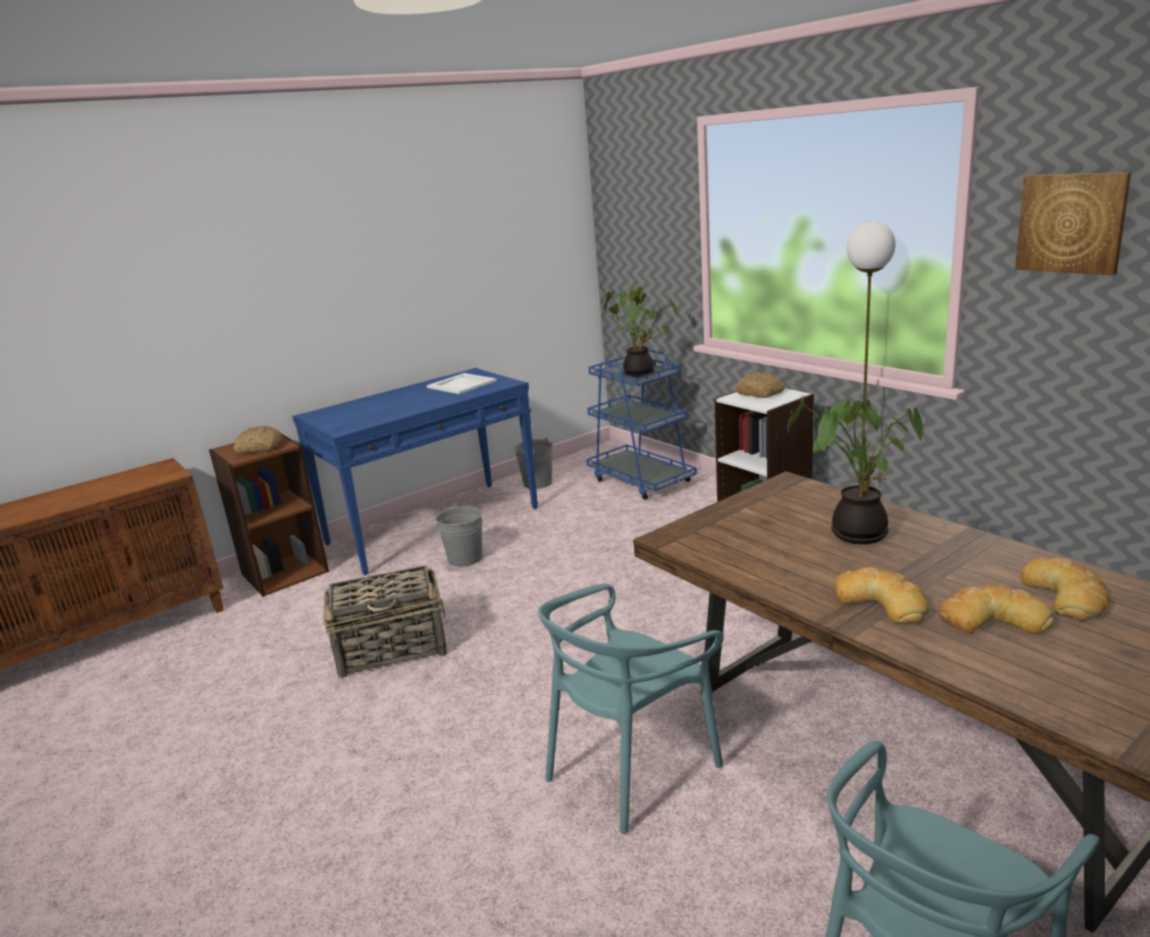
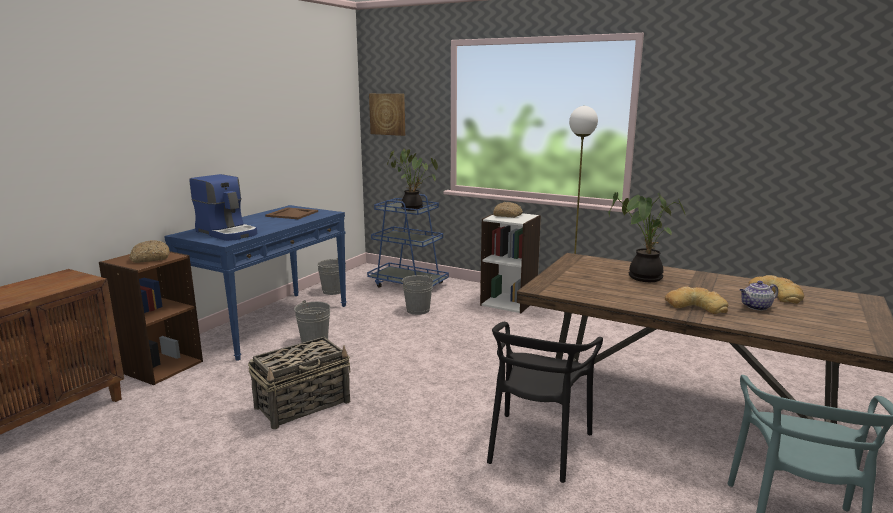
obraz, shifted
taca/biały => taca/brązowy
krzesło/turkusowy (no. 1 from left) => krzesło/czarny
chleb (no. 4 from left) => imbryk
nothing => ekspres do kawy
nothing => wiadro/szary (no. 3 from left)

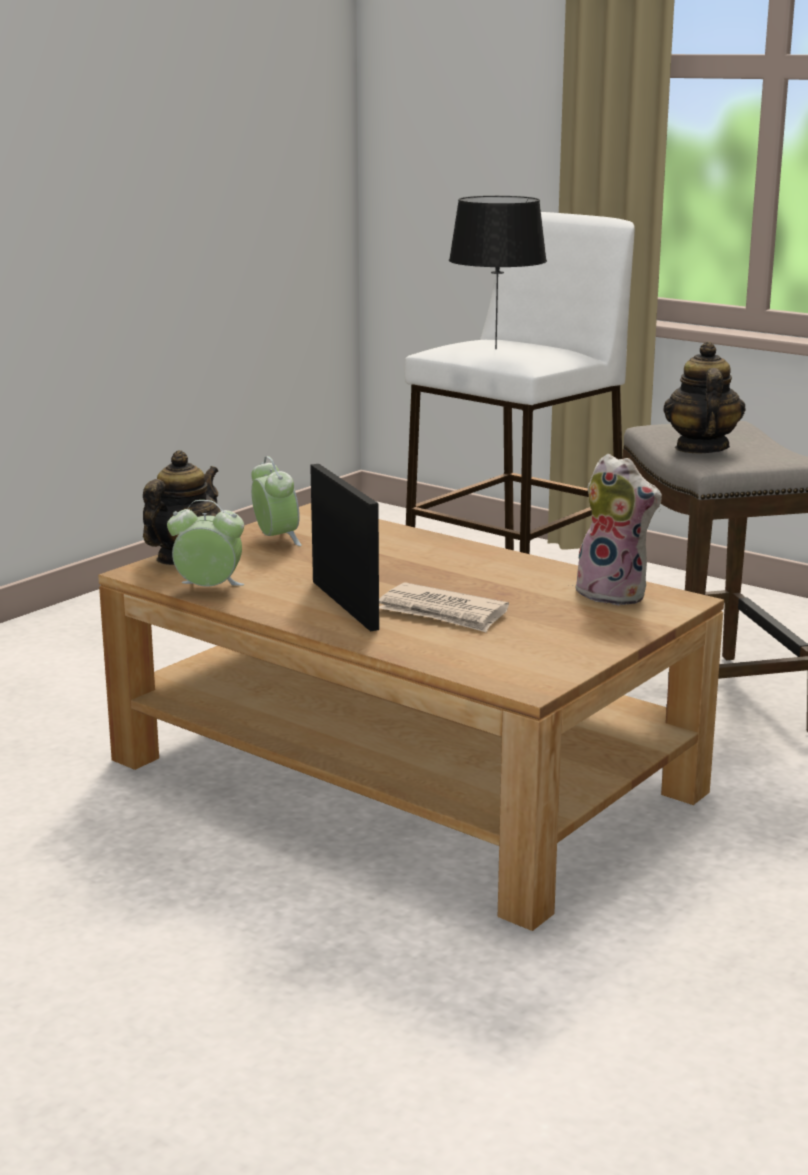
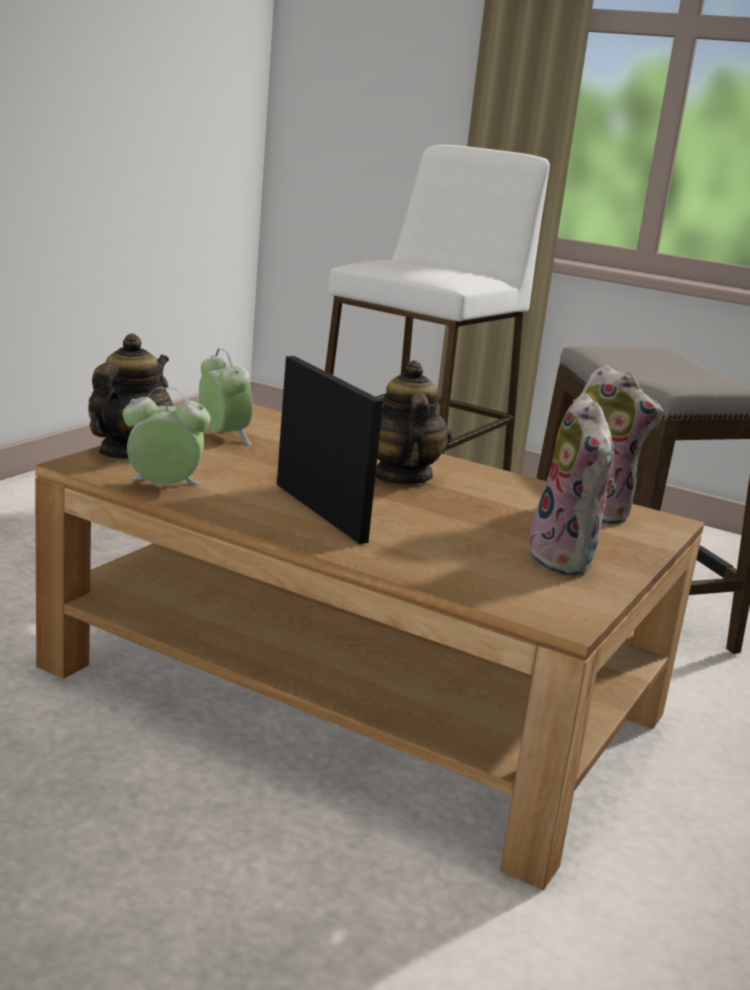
lampa stołowa/czarny => nothing
imbryk (no. 2 from left), shifted
gazeta => nothing
nothing => pluszak (no. 1 from left)

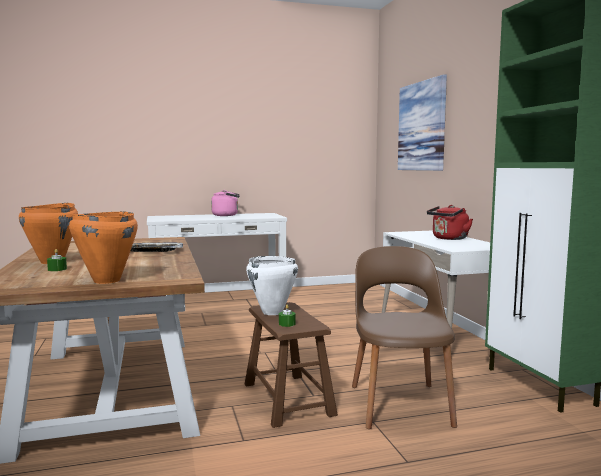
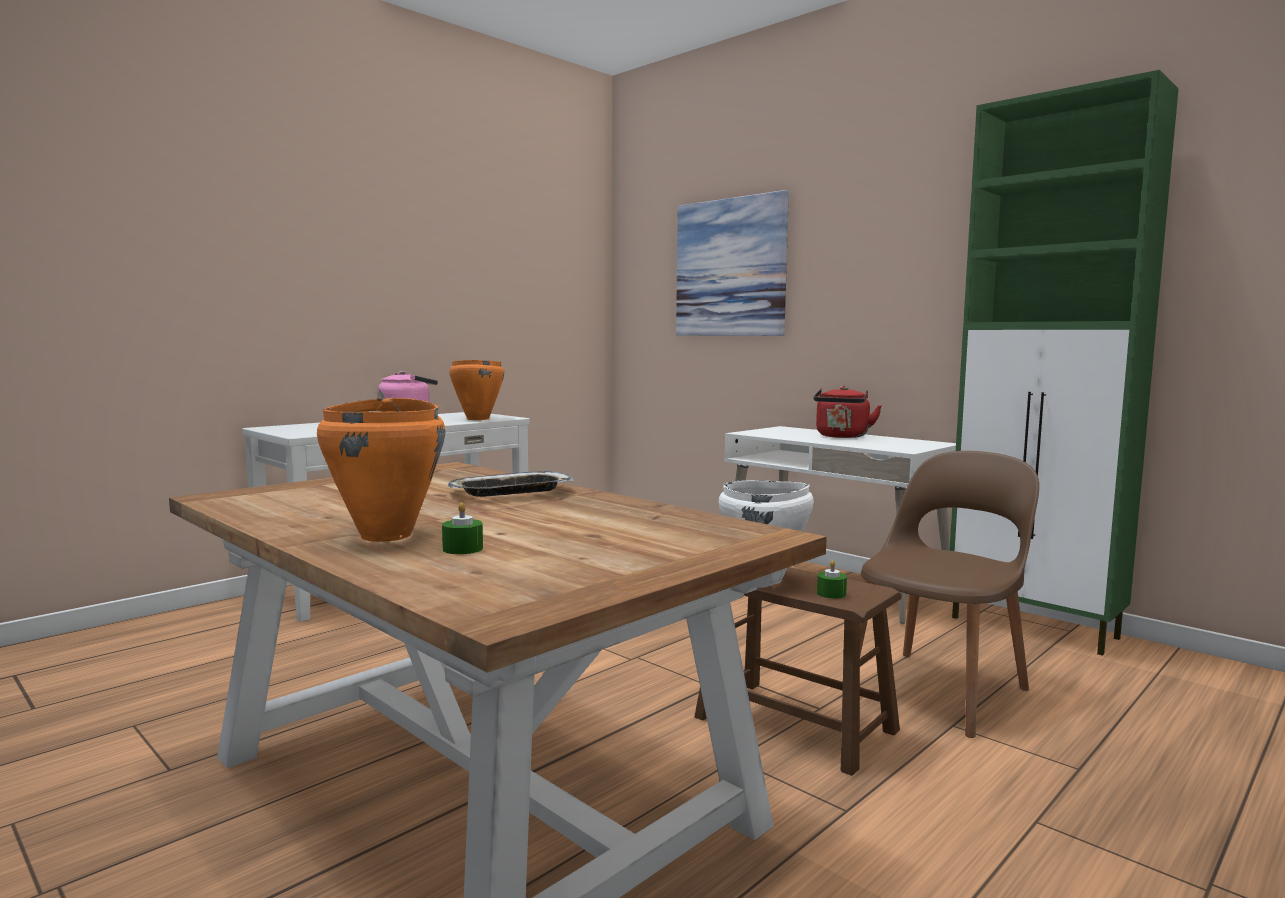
garnek/pomarańczowy (no. 2 from left), shifted
krzesło/brązowy, 75 degrees clockwise

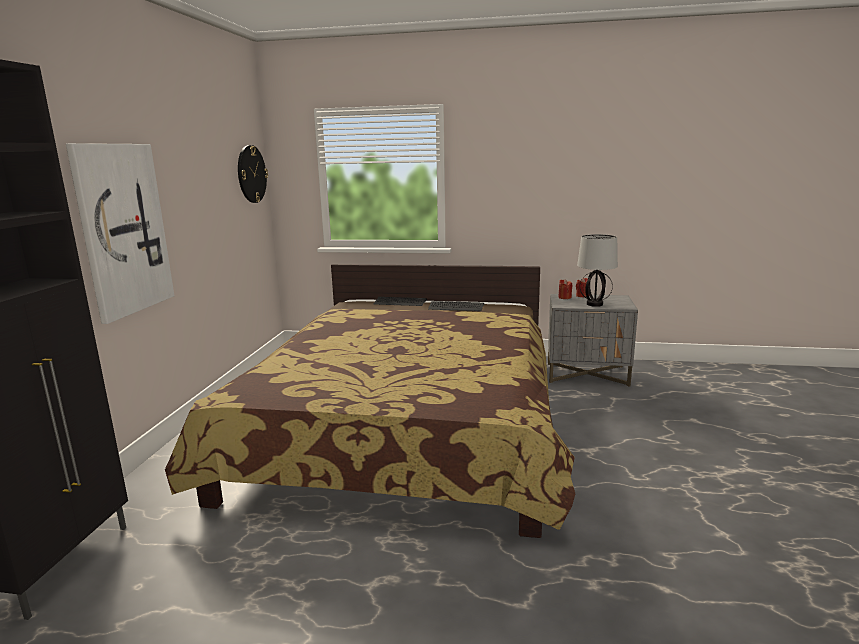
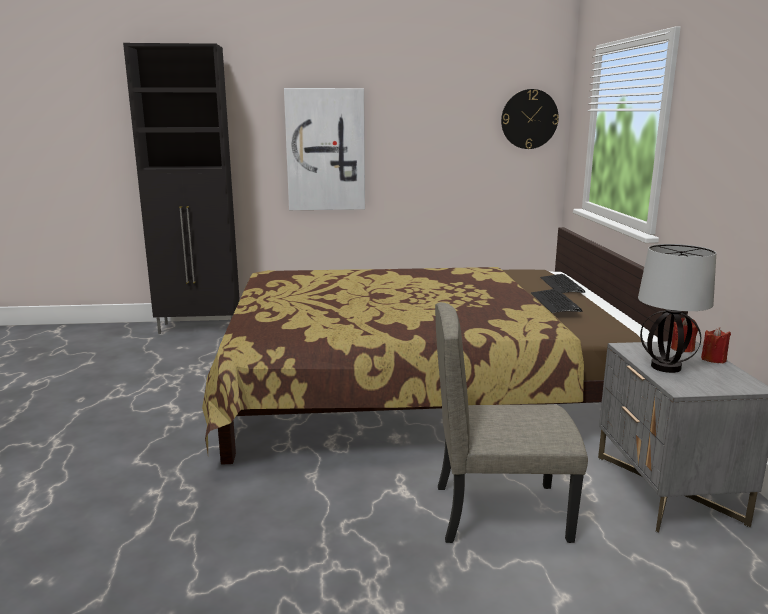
nothing => krzesło/beżowy

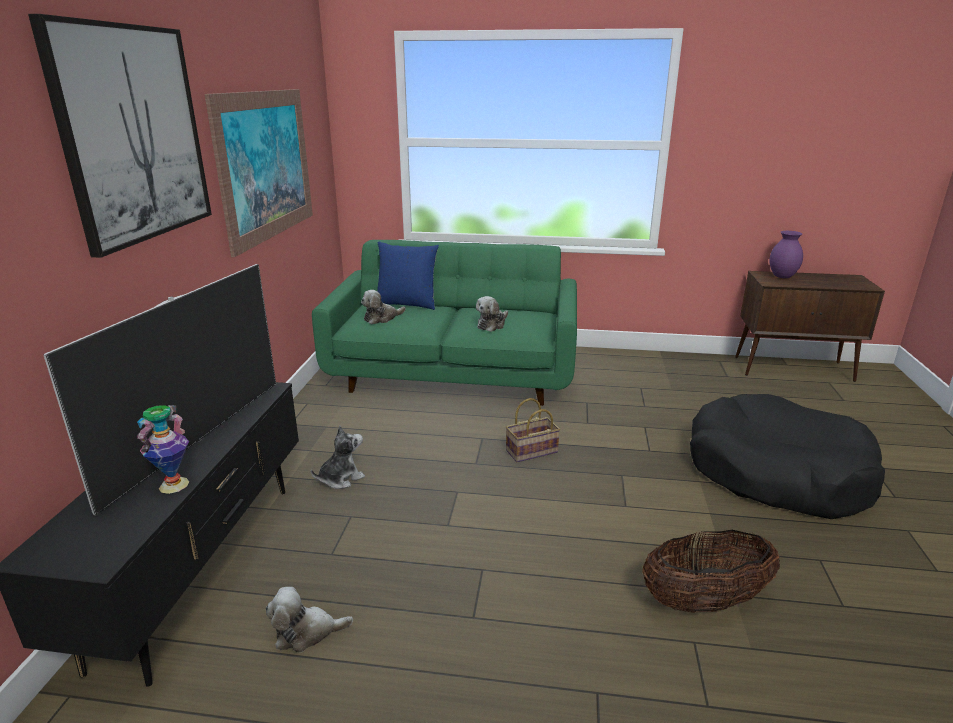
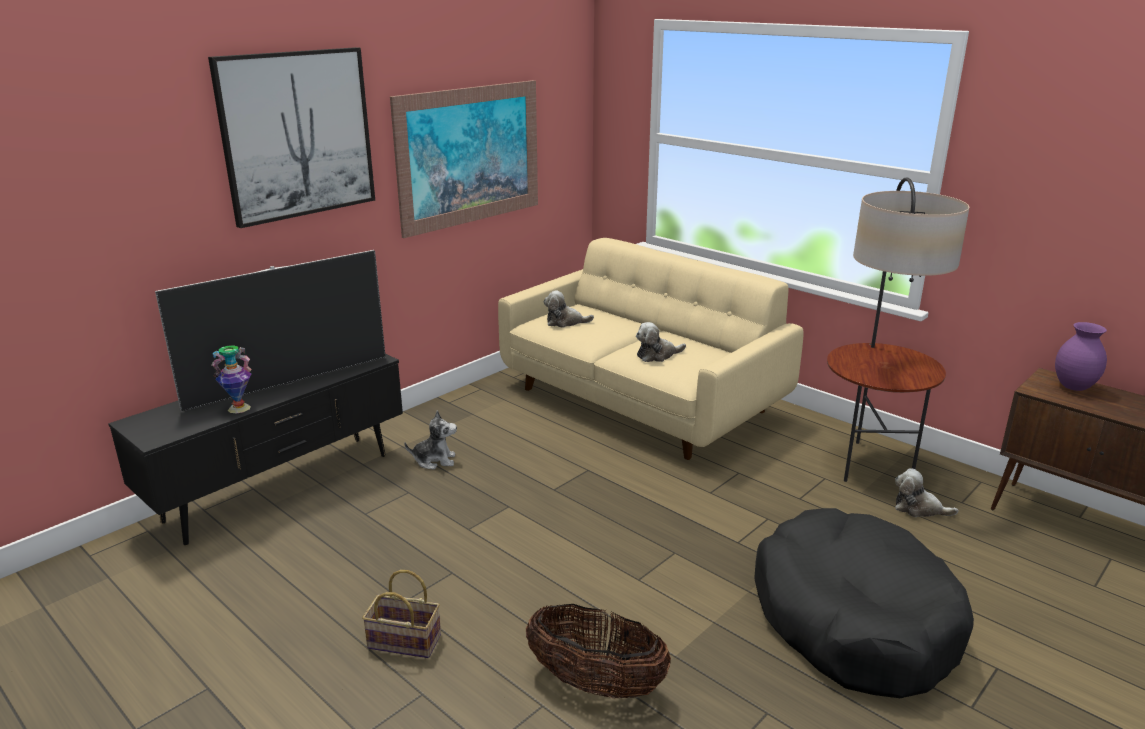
kanapa/zielony => kanapa/beżowy
poduszka/niebieski => nothing
koszyk (no. 1 from left), shifted
pluszak (no. 1 from left in the first image) => pluszak (no. 4 from left), shifted
nothing => lampa stojąca

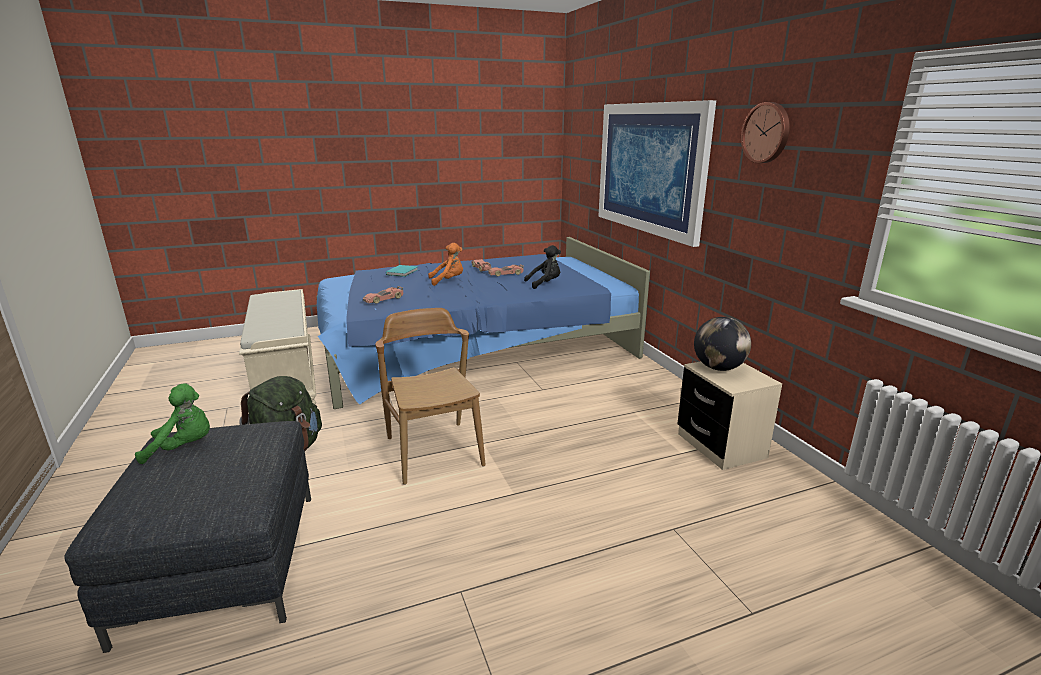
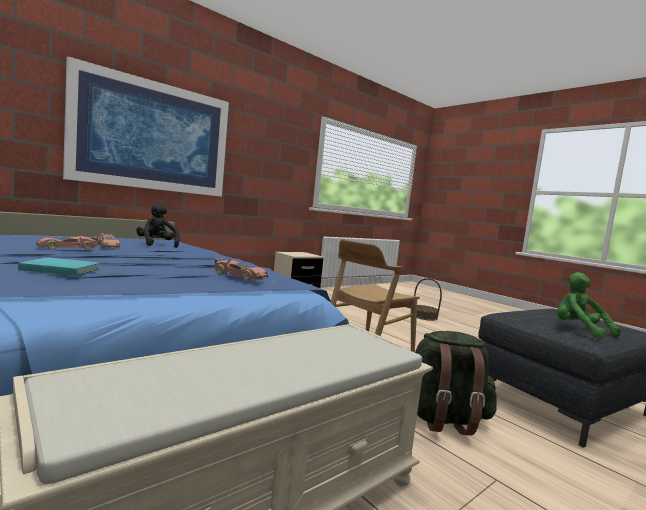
zegar ścienny => nothing
pluszak/pomarańczowy => nothing
globus => nothing
nothing => koszyk

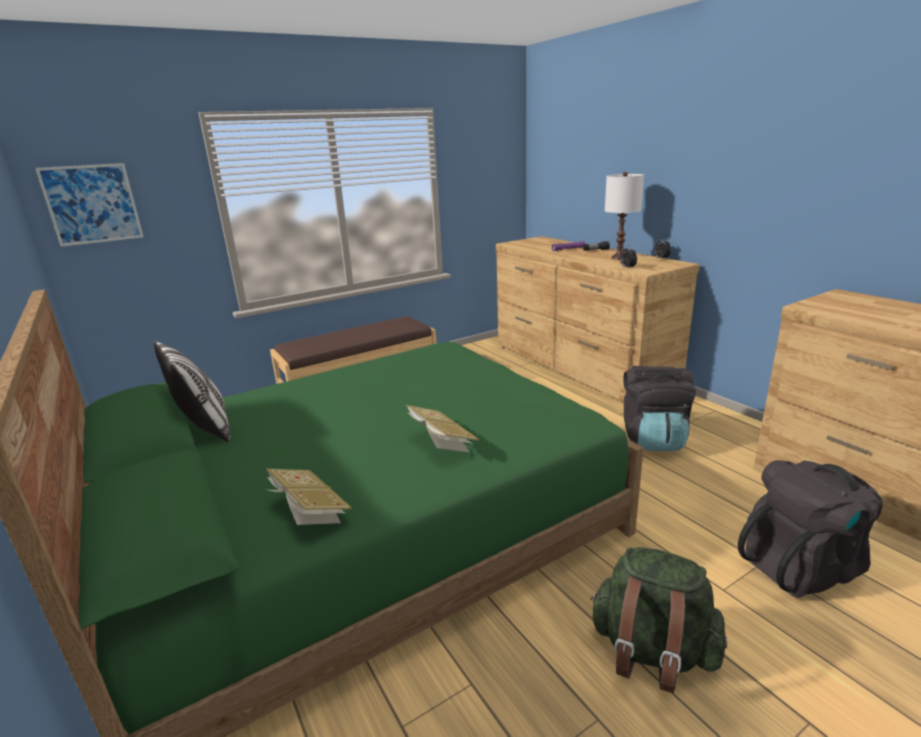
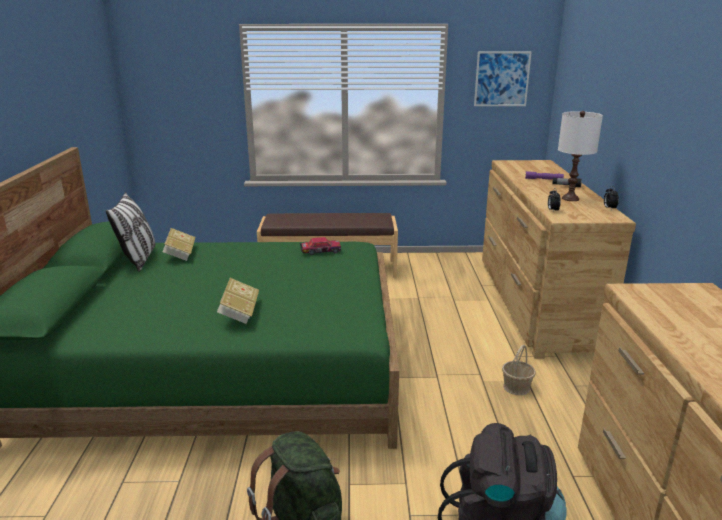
obraz, shifted
plecak/czarny (no. 1 from left) => koszyk
książka (no. 1 from left), shifted
nothing => samochodzik

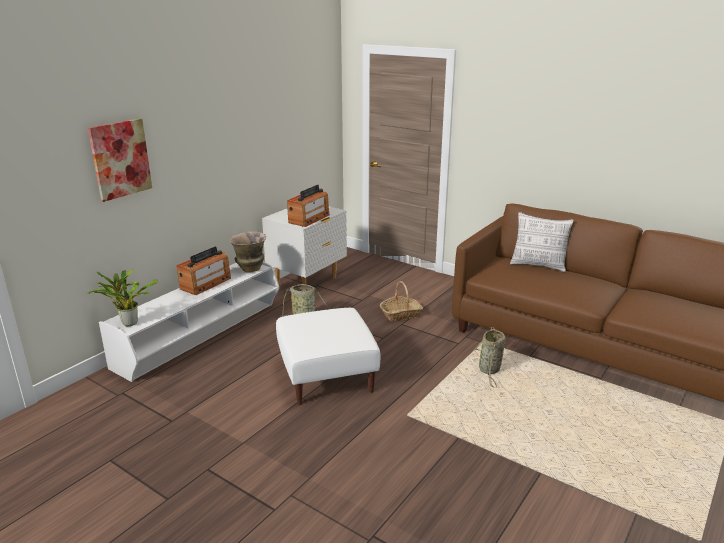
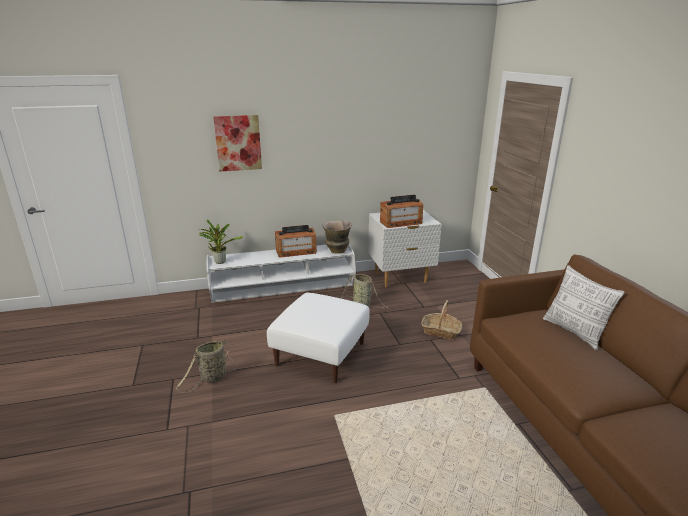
koszyk (no. 3 from left in the first image) => koszyk (no. 1 from left), shifted

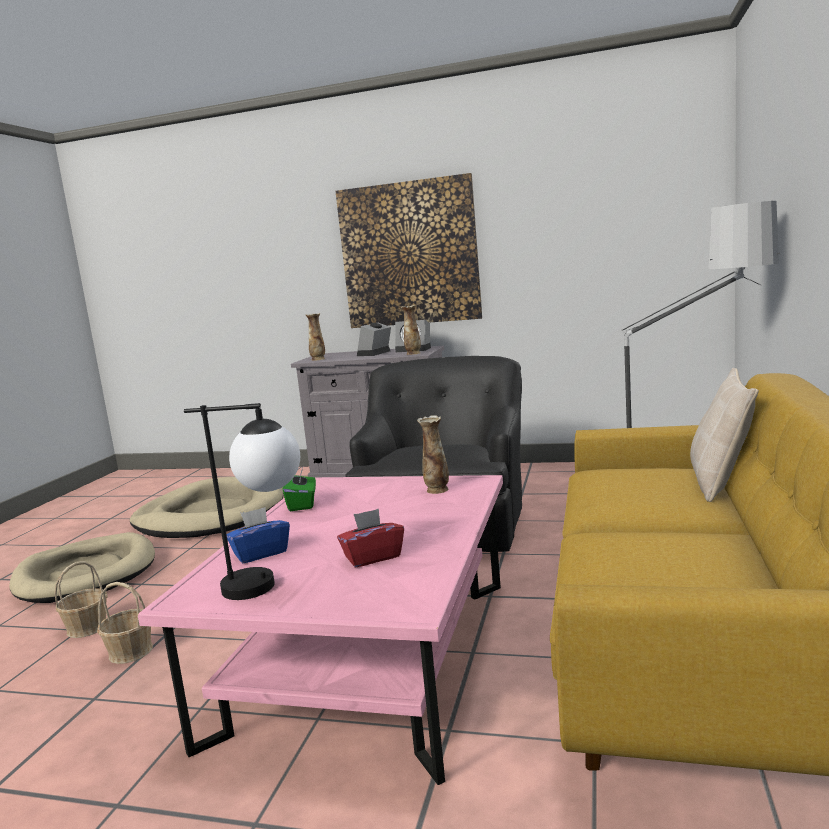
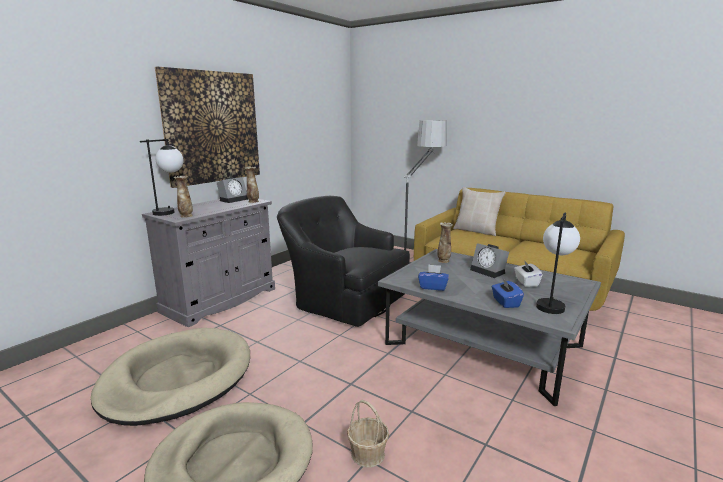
budzik (no. 1 from left in the first image) => budzik (no. 2 from left), shifted
pudełko chusteczek/zielony => pudełko chusteczek/niebieski (no. 1 from left)
ława/różowy => ława/szary
pudełko chusteczek/czerwony => pudełko chusteczek/biały
koszyk (no. 2 from left) => nothing
nothing => lampa stołowa (no. 1 from left)

